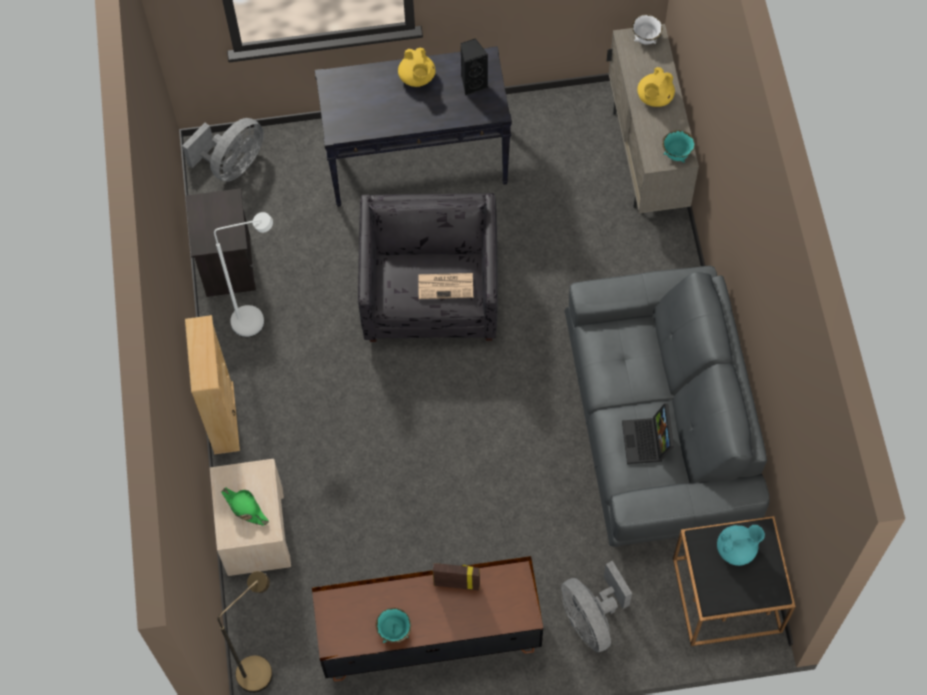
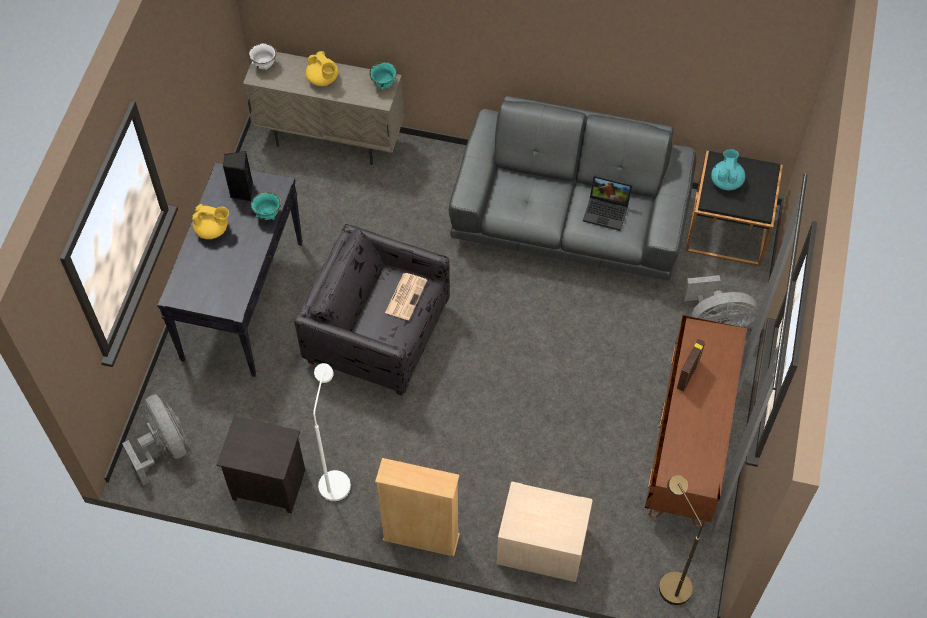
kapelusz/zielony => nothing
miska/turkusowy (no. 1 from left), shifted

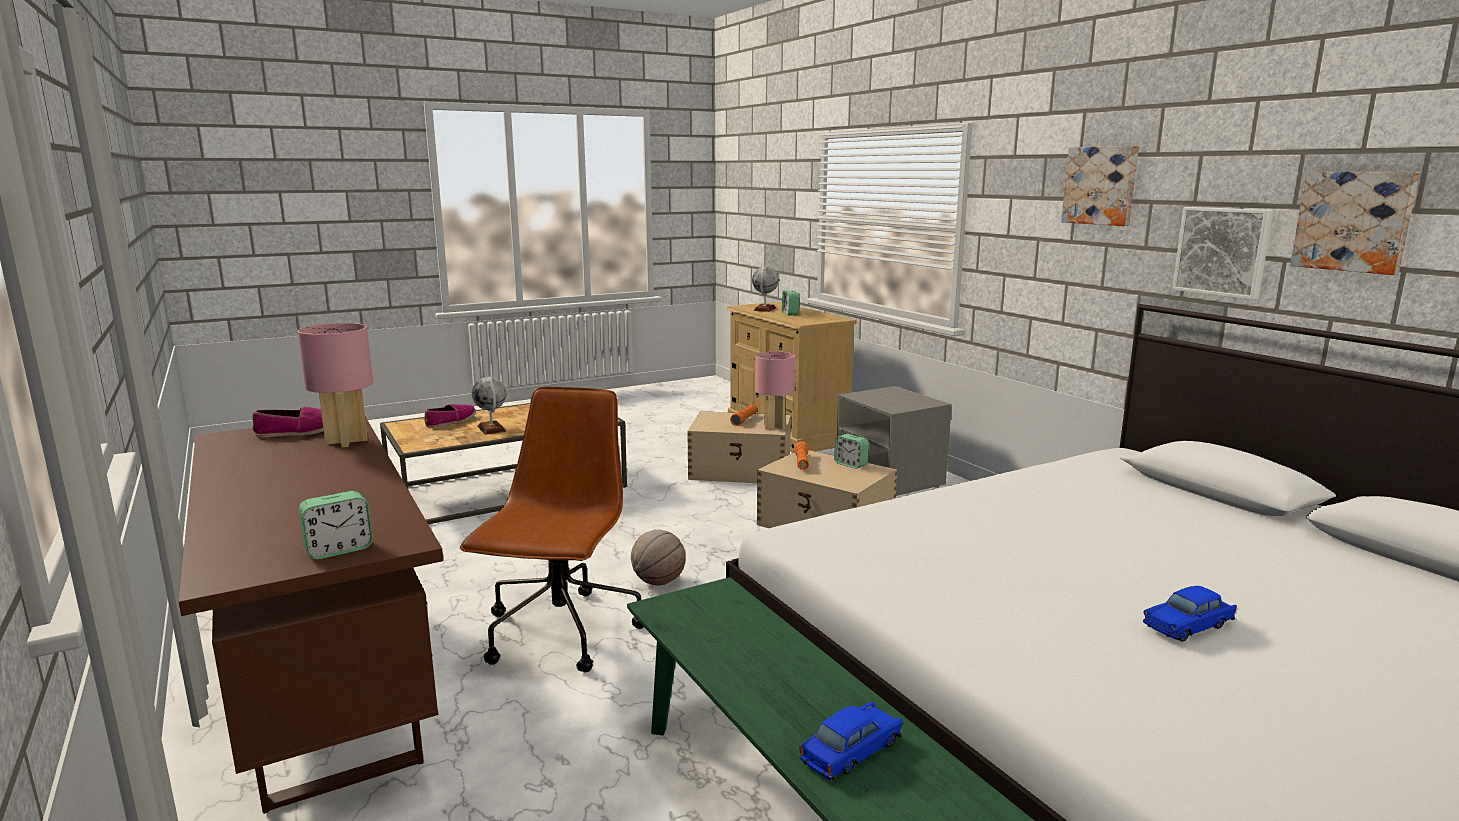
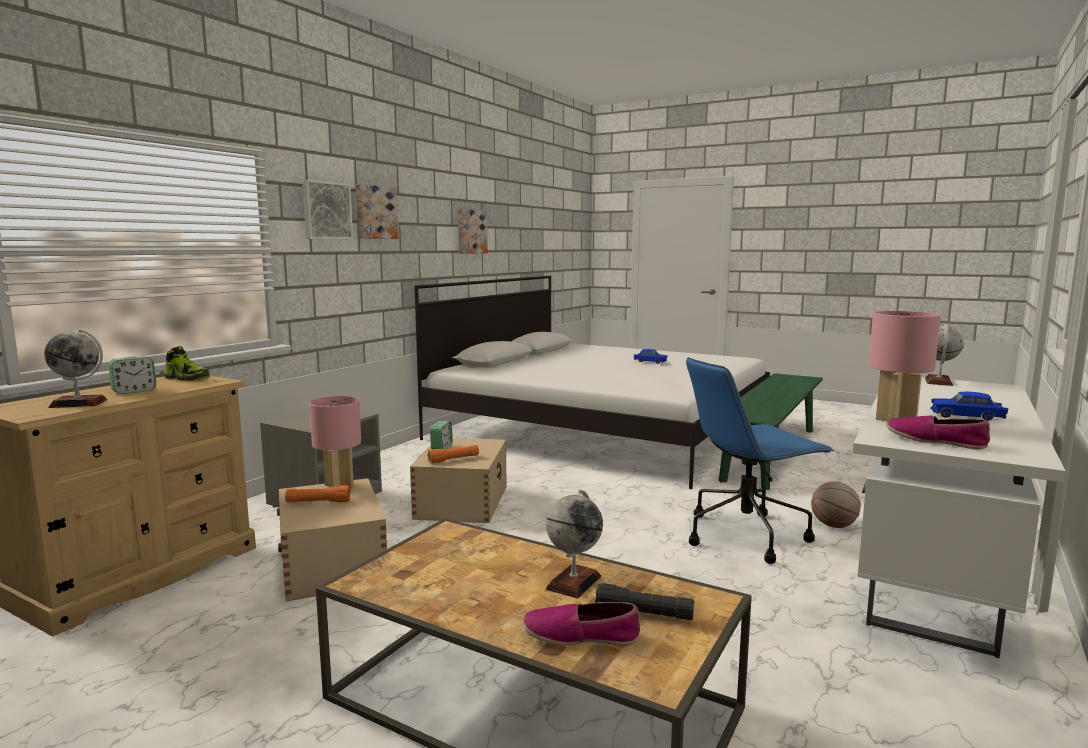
obraz (no. 2 from left in the first image) => obraz (no. 1 from left), shifted
krzesło biurowe/brązowy => krzesło biurowe/niebieski
biurko/brązowy => biurko/biały
budzik (no. 1 from left) => globus (no. 3 from left)
piłka do koszykówki, shifted
samochodzik/niebieski (no. 1 from left in the first image) => samochodzik/niebieski (no. 2 from left), shifted
nothing => but (no. 1 from left)
nothing => latarka/czarny

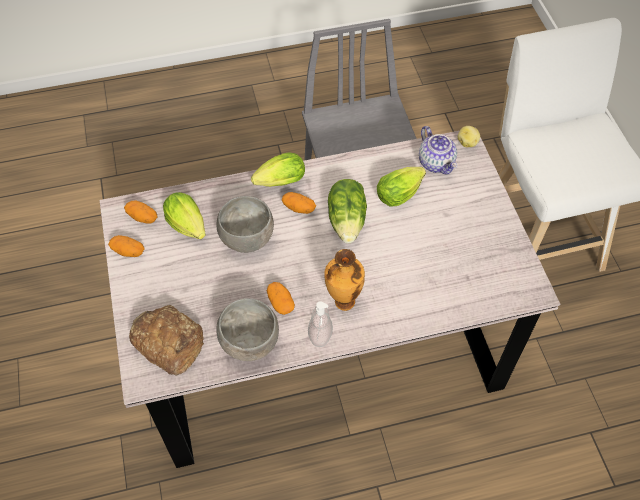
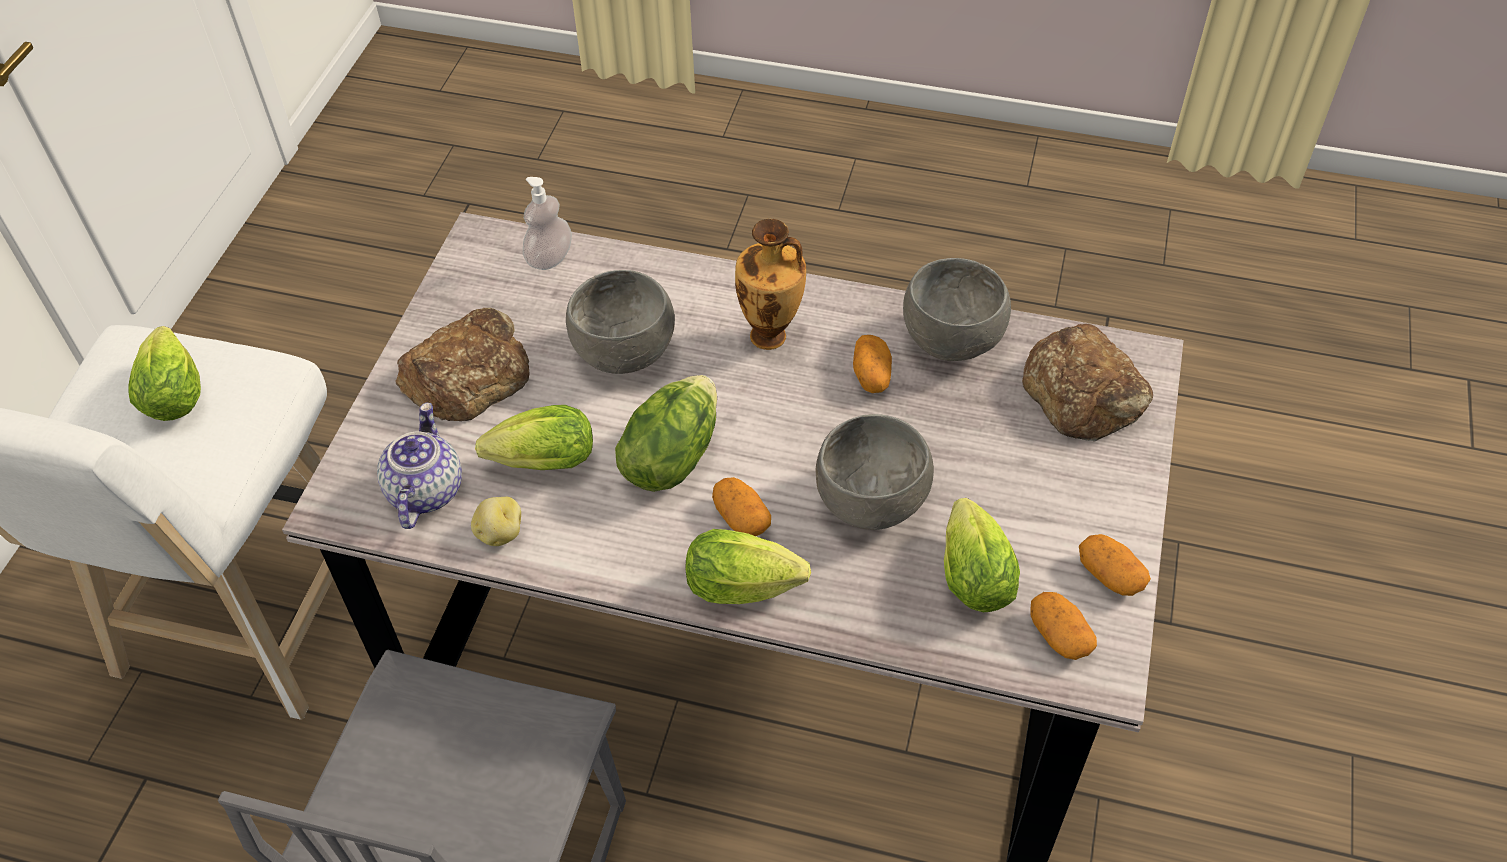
ziemniak (no. 5 from left in the first image) => ziemniak (no. 1 from left), shifted
dozownik mydła, shifted
nothing => miska/szary (no. 1 from left)
nothing => chleb (no. 1 from left)
nothing => sałata (no. 1 from left)

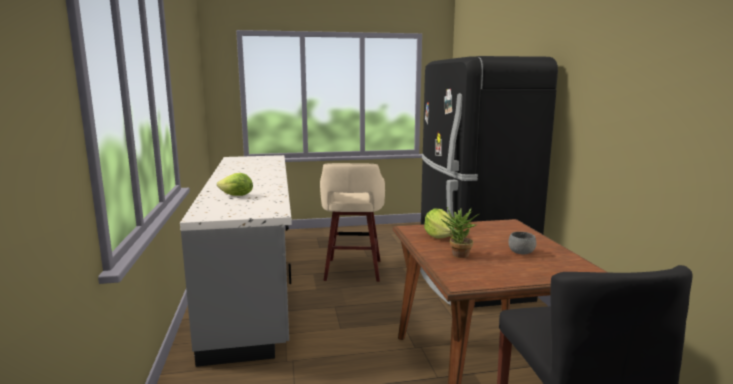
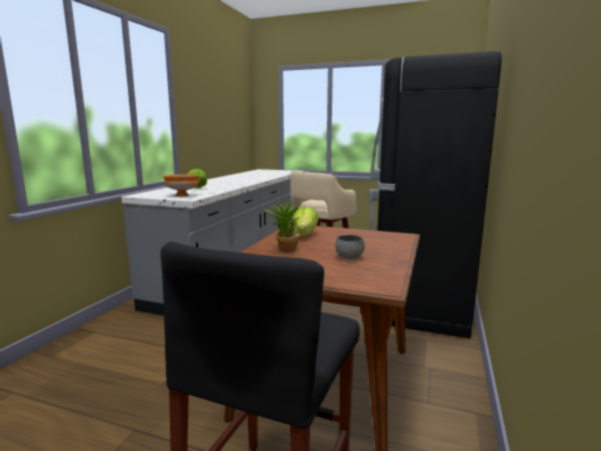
nothing => miska/pomarańczowy

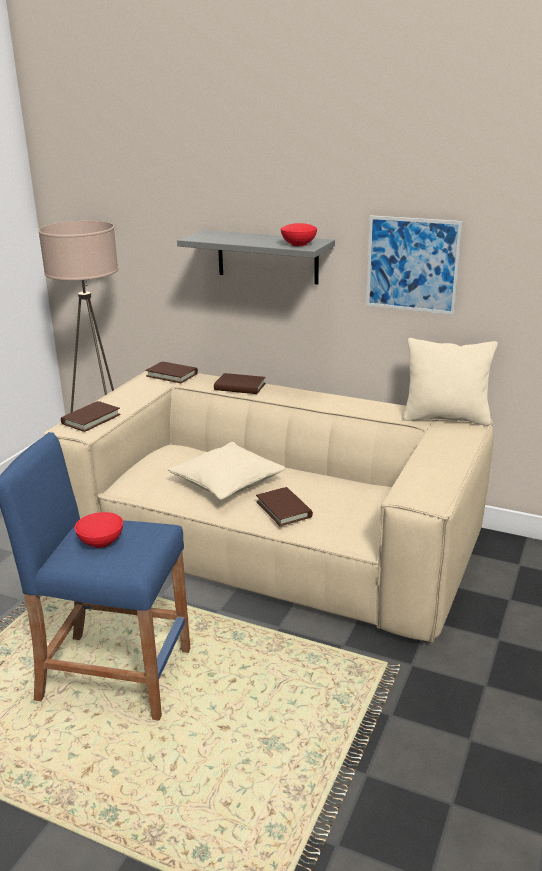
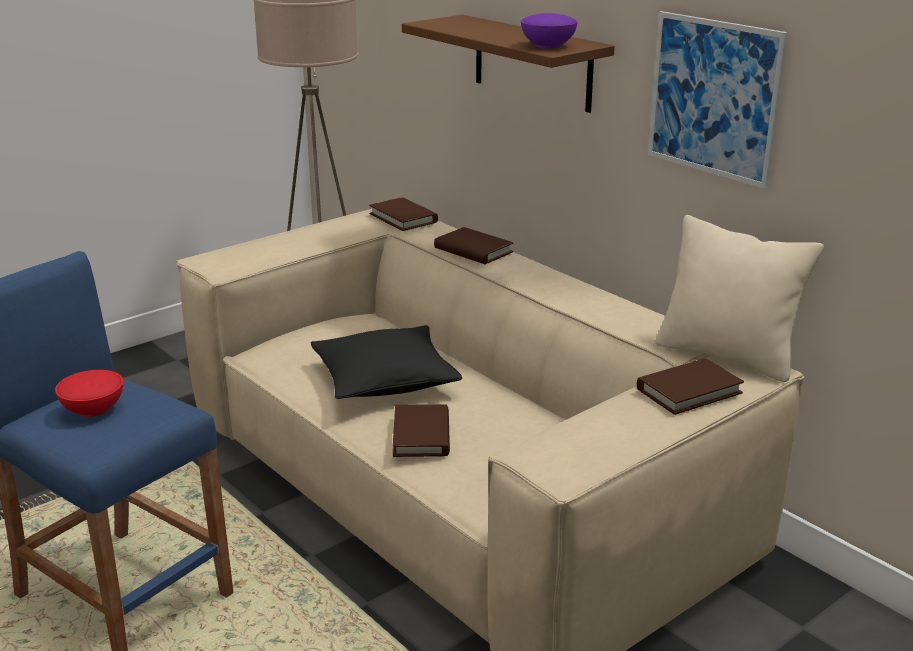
miska/czerwony (no. 2 from left) => miska/fioletowy
półka/szary => półka/brązowy
książka/brązowy (no. 1 from left in the first image) => książka/brązowy (no. 4 from left), shifted
poduszka/beżowy (no. 1 from left) => poduszka/czarny

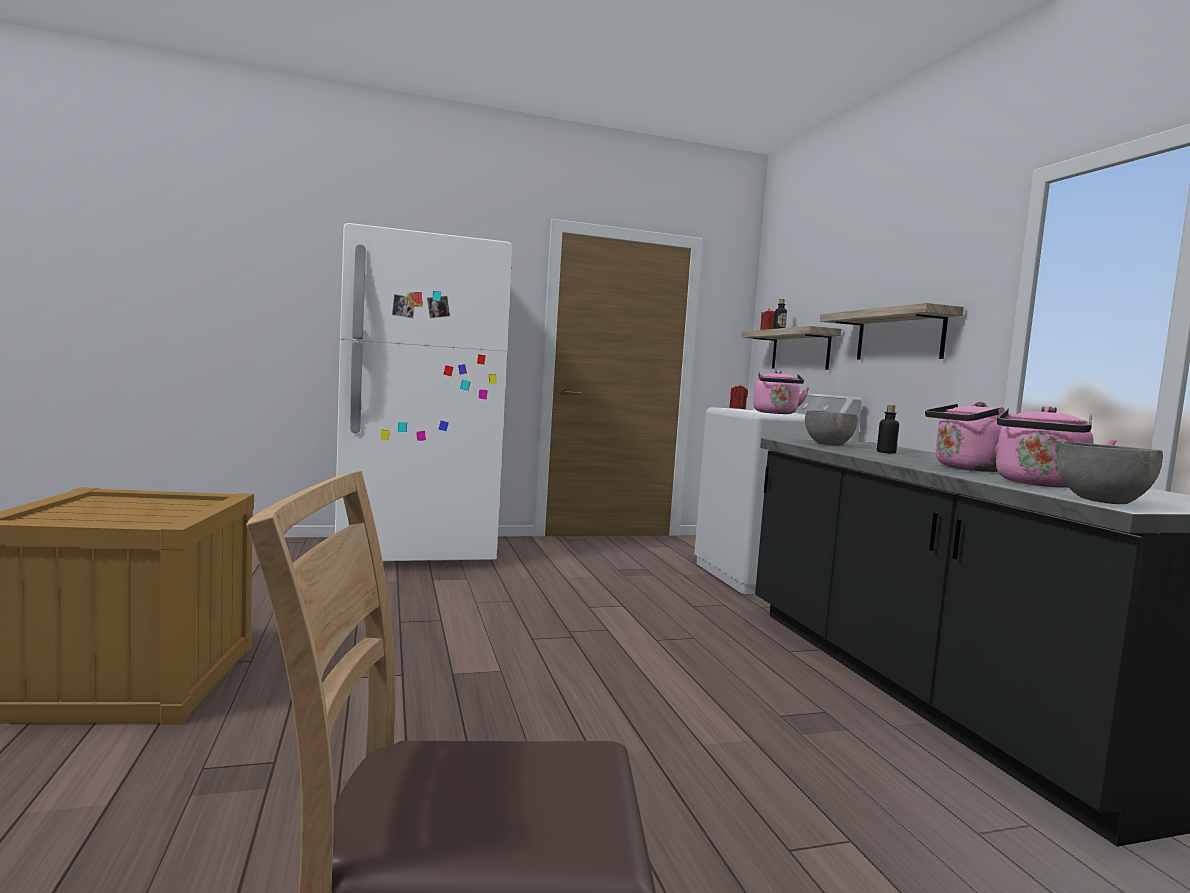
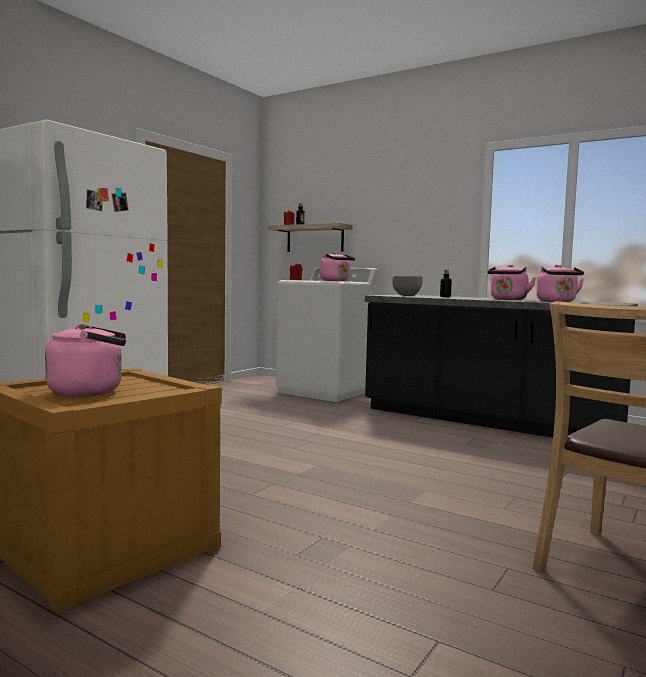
półka (no. 2 from left) => nothing
miska/szary (no. 2 from left) => nothing
nothing => czajnik/różowy (no. 1 from left)

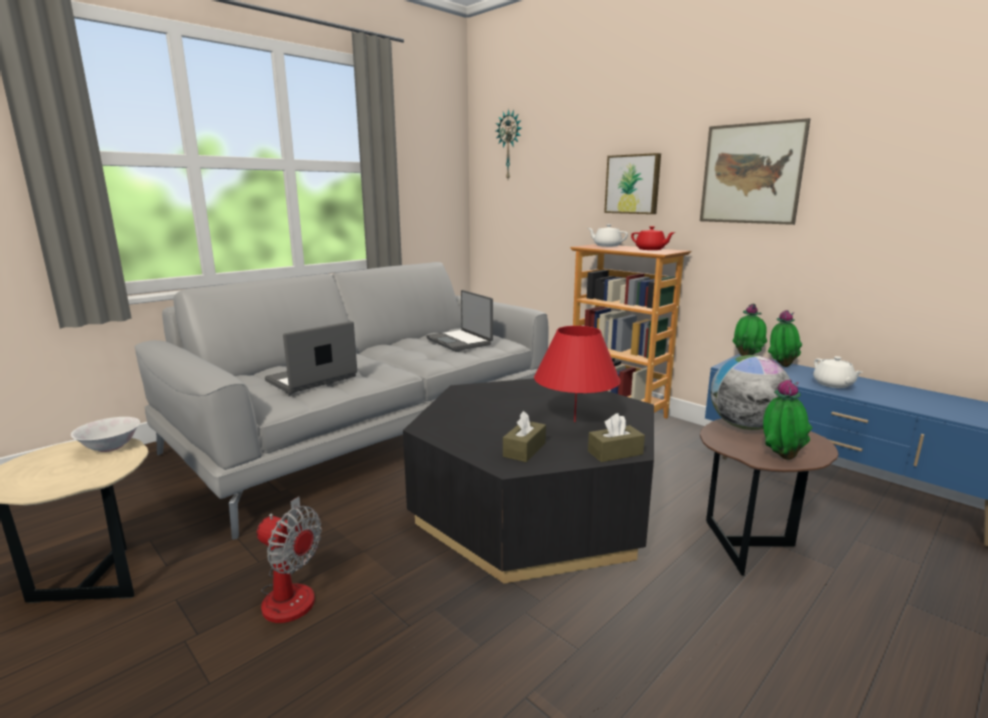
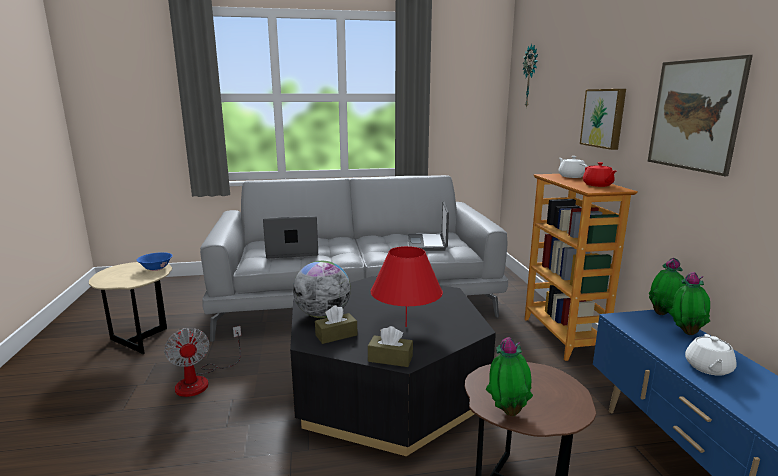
globus, shifted
miska/biały => miska/niebieski

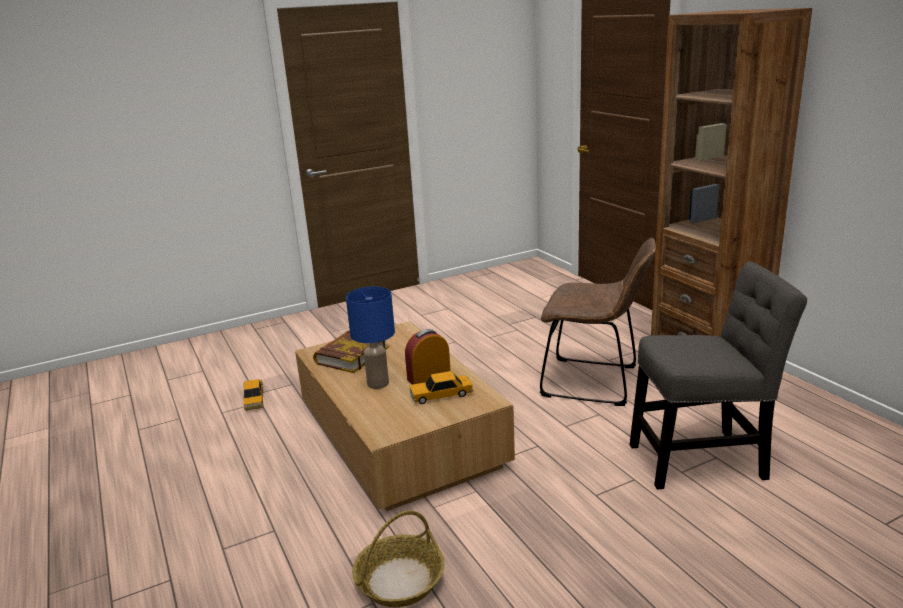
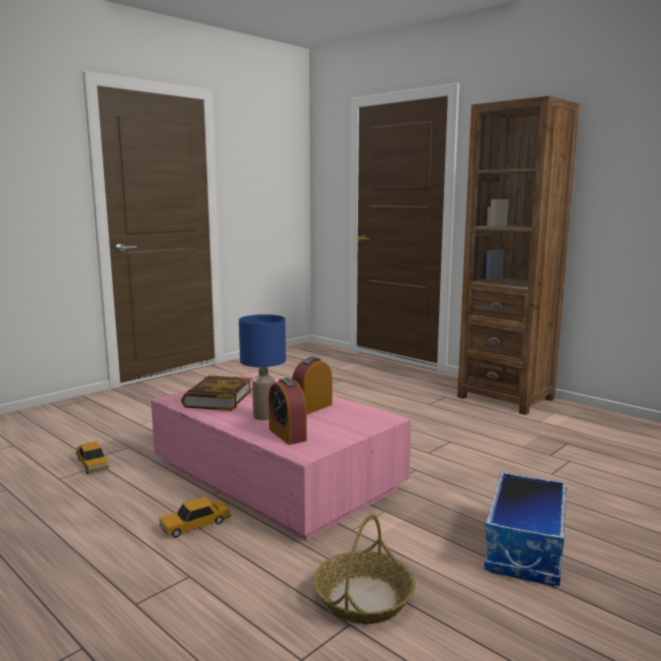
krzesło/brązowy => nothing
krzesło/szary => nothing
ława/brązowy => ława/różowy
samochodzik (no. 2 from left), shifted
nothing => budzik (no. 1 from left)
nothing => pojemnik do przechowywania

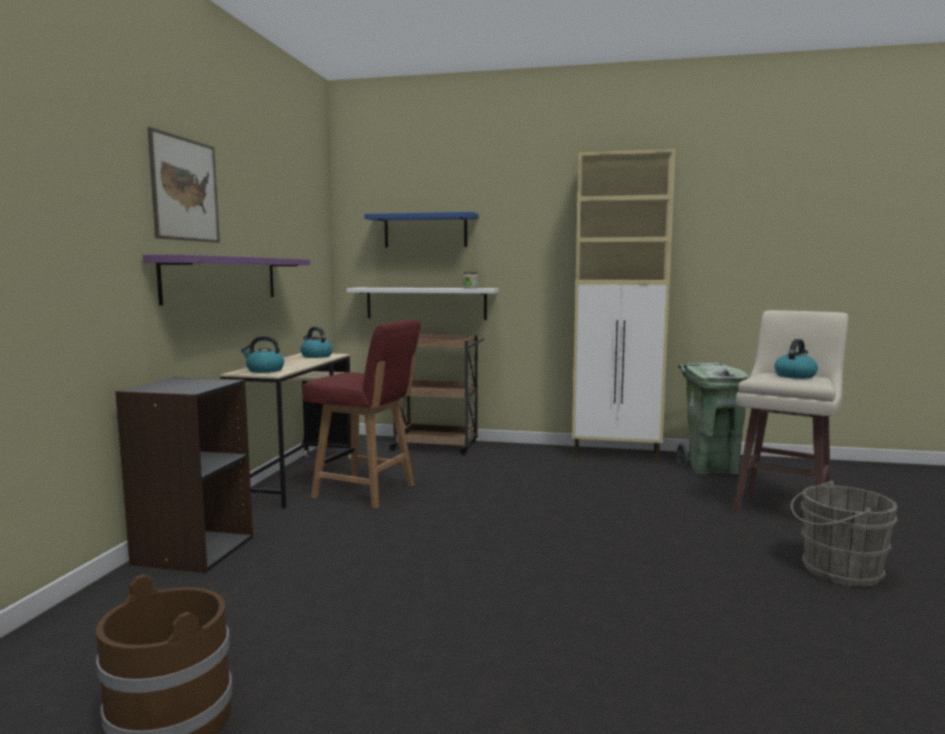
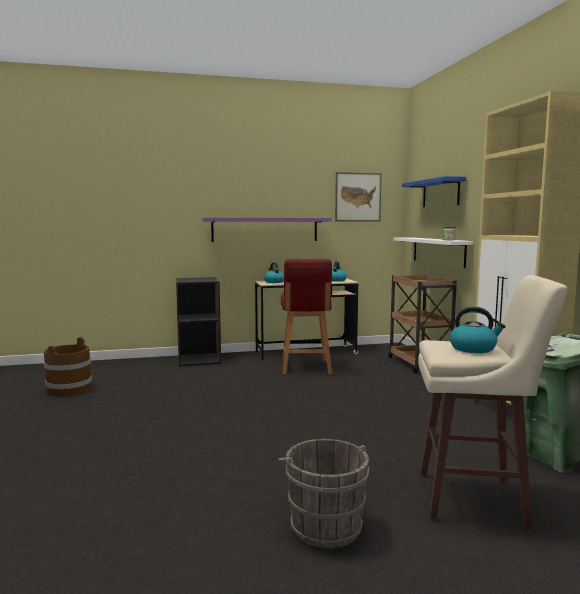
obraz, shifted

